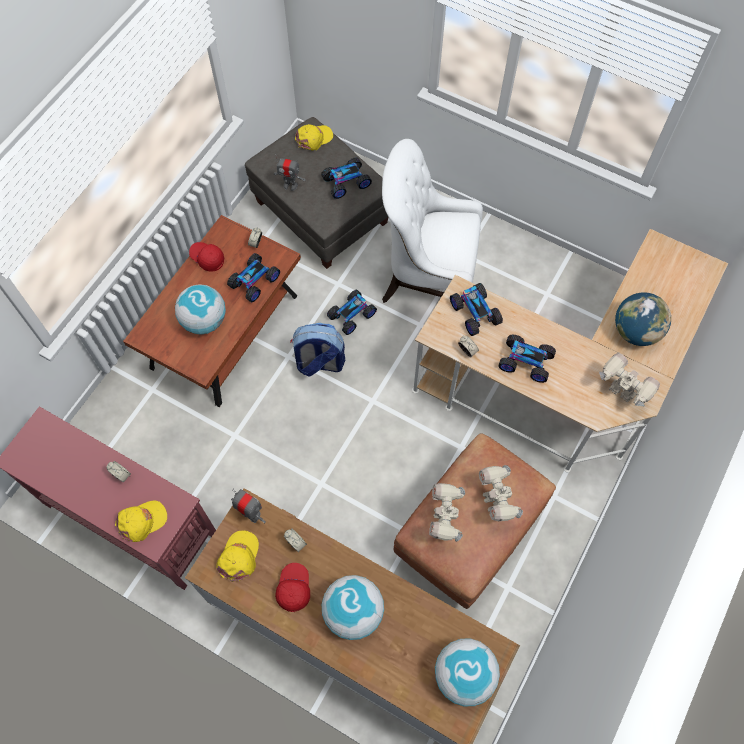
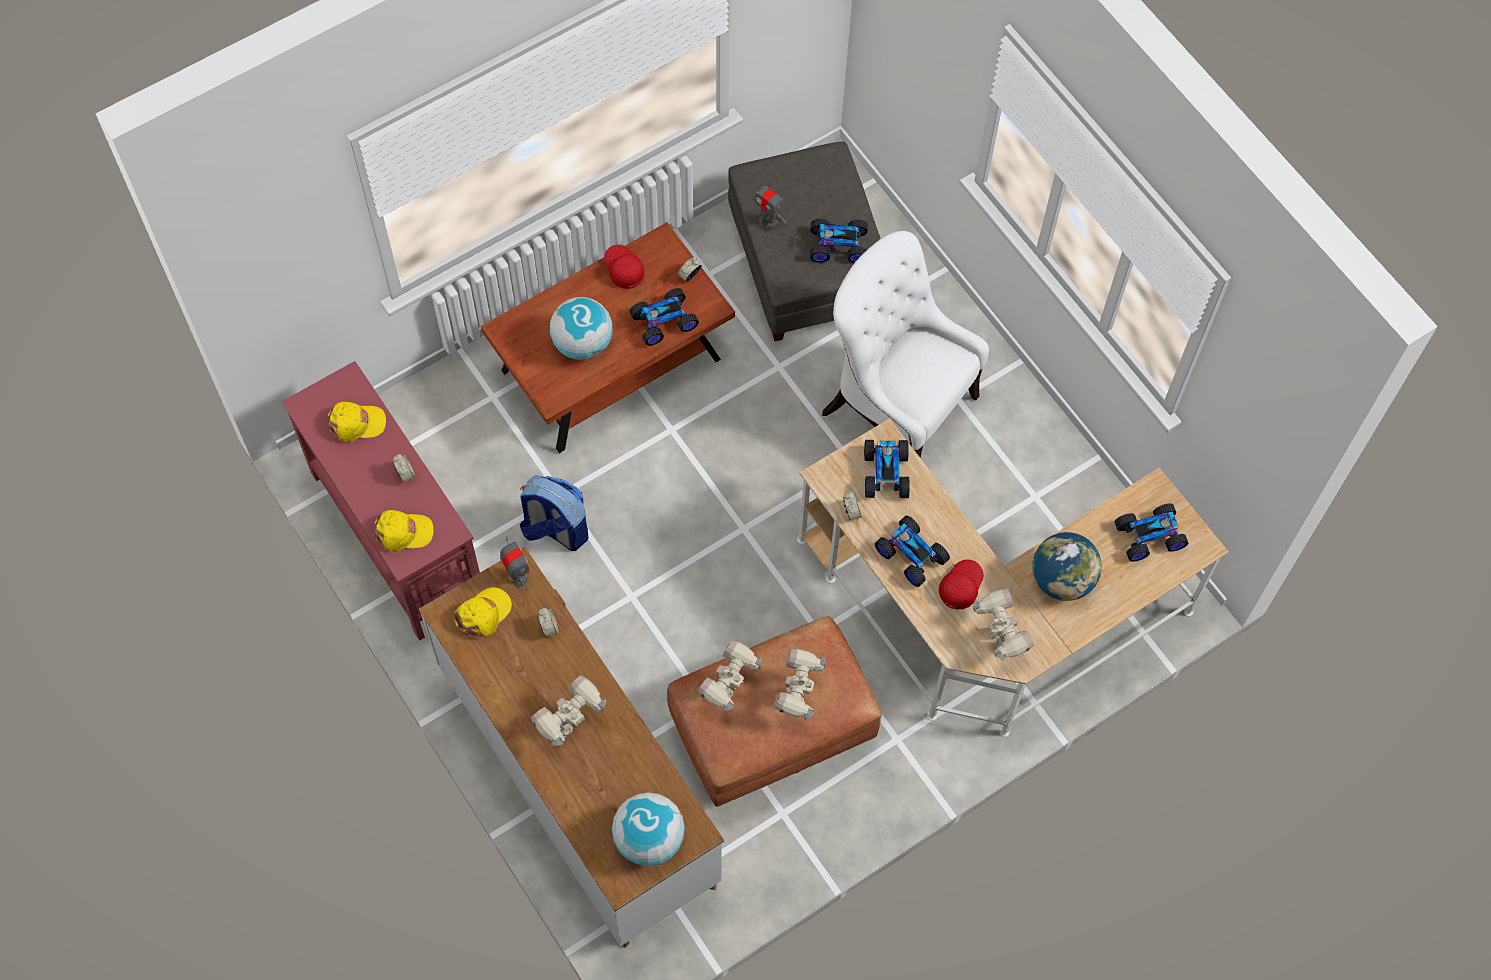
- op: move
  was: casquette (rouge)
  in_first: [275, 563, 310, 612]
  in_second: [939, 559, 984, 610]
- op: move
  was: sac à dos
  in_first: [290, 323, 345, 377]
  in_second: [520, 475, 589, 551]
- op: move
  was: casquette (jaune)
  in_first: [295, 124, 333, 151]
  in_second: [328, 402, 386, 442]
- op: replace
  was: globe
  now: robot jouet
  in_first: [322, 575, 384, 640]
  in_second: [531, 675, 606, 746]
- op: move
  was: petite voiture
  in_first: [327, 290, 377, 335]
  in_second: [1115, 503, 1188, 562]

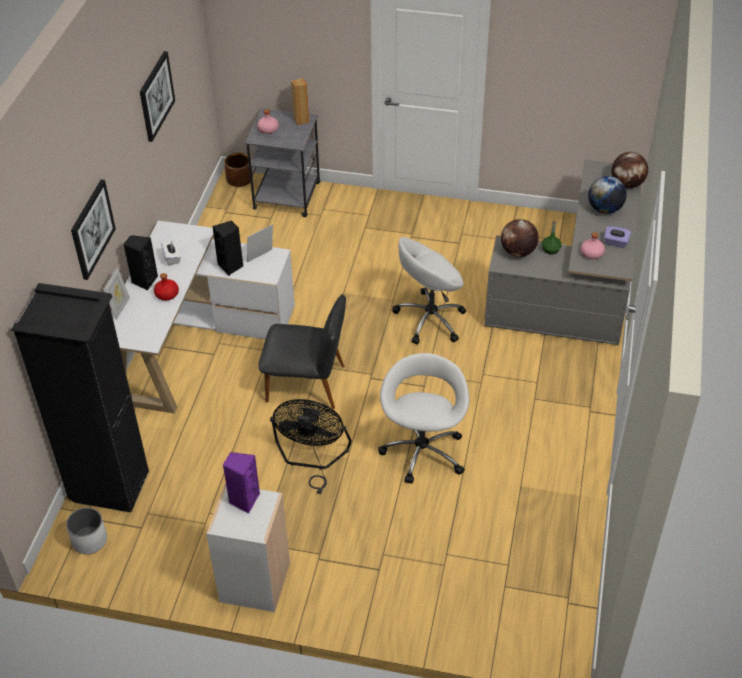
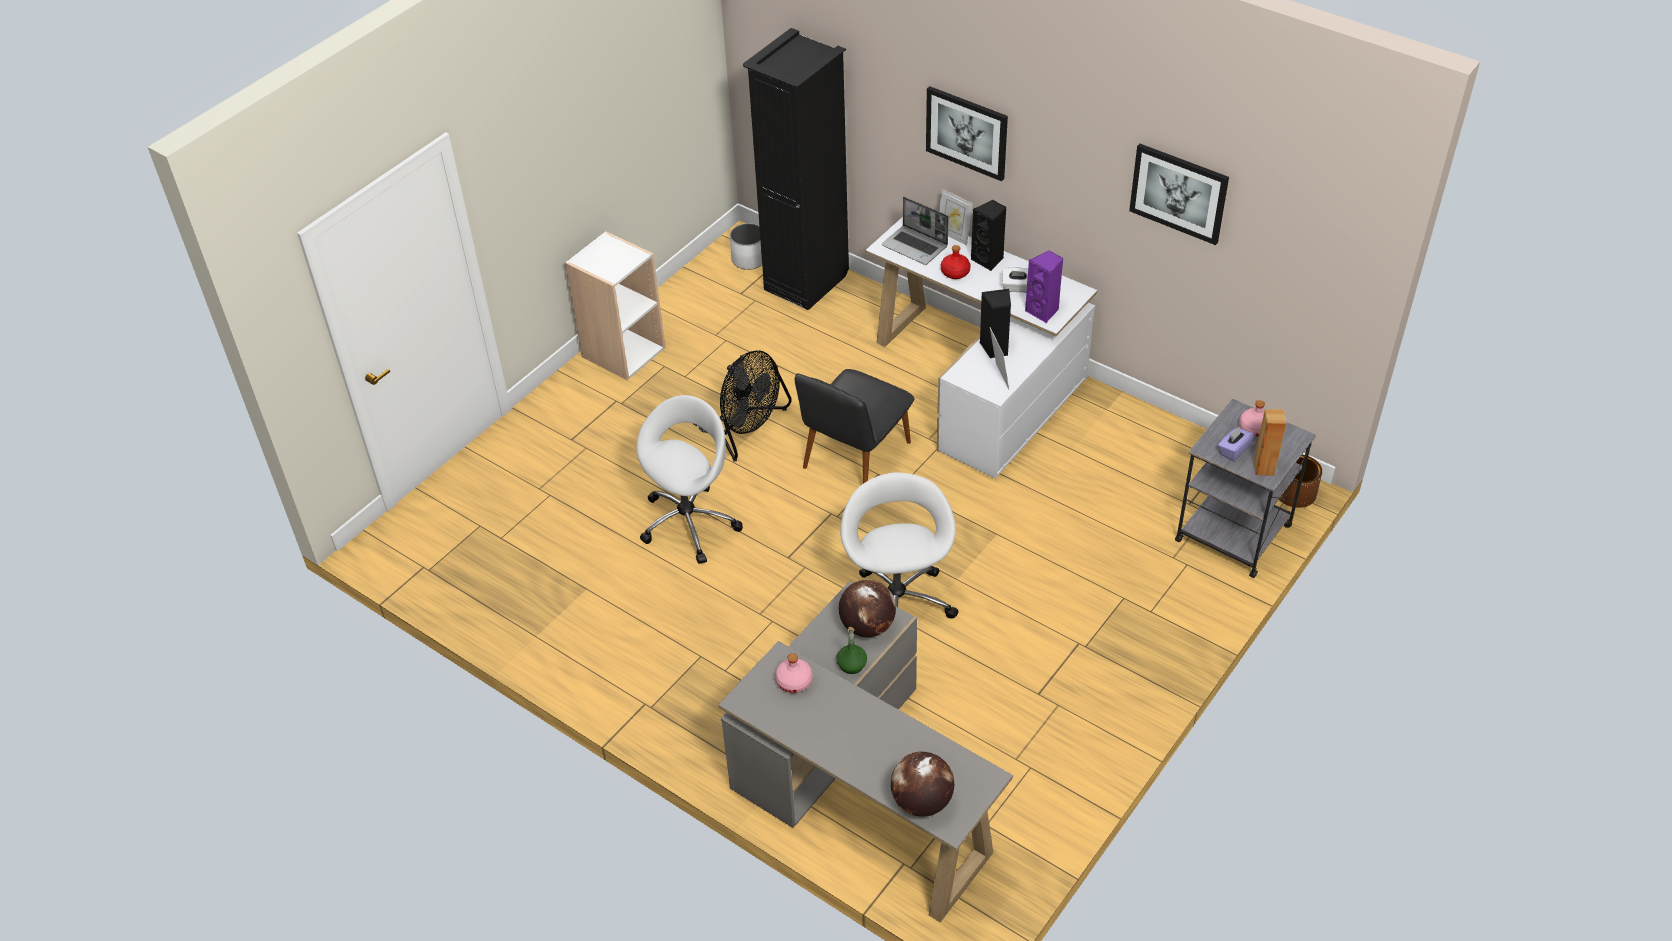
- op: move
  was: enceinte (violet)
  in_first: [223, 452, 260, 514]
  in_second: [1025, 250, 1063, 323]
- op: rotate
  was: chaise de bureau (blanc)
  in_first: [378, 353, 469, 483]
  in_second: [637, 395, 743, 563]
  clockwise: -75
- op: delete
  was: globe
  in_first: [588, 176, 627, 214]
- op: move
  was: boîte à mouchoirs (violet)
  in_first: [604, 226, 631, 248]
  in_second: [1218, 427, 1255, 461]
- op: insert
  now: ordinateur portable
  in_second: [882, 197, 949, 265]

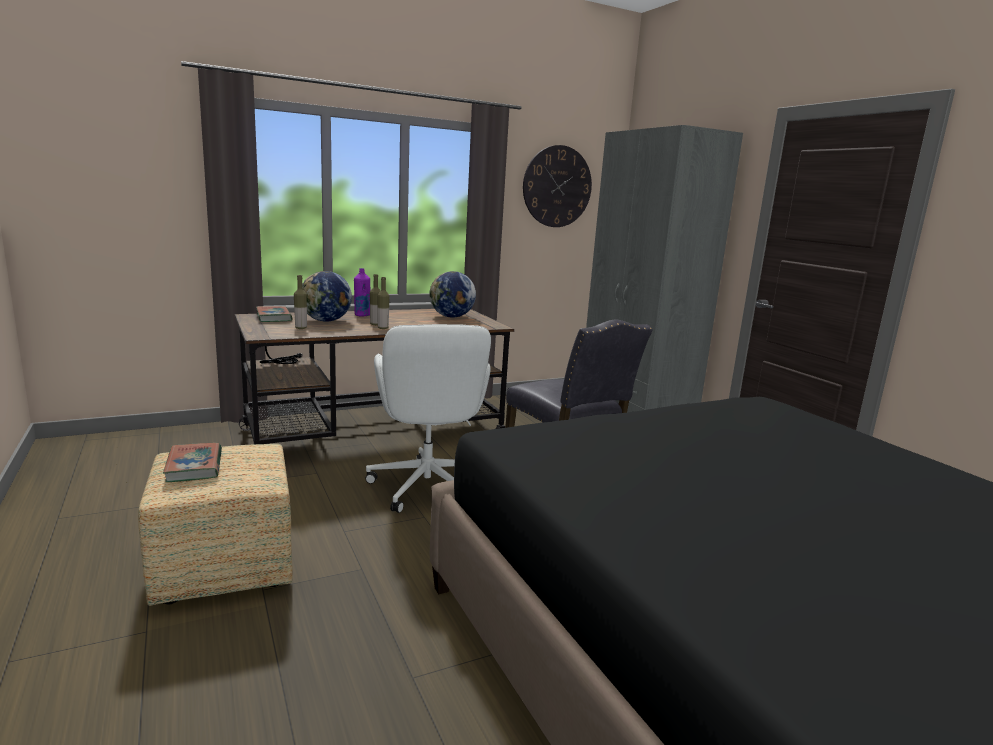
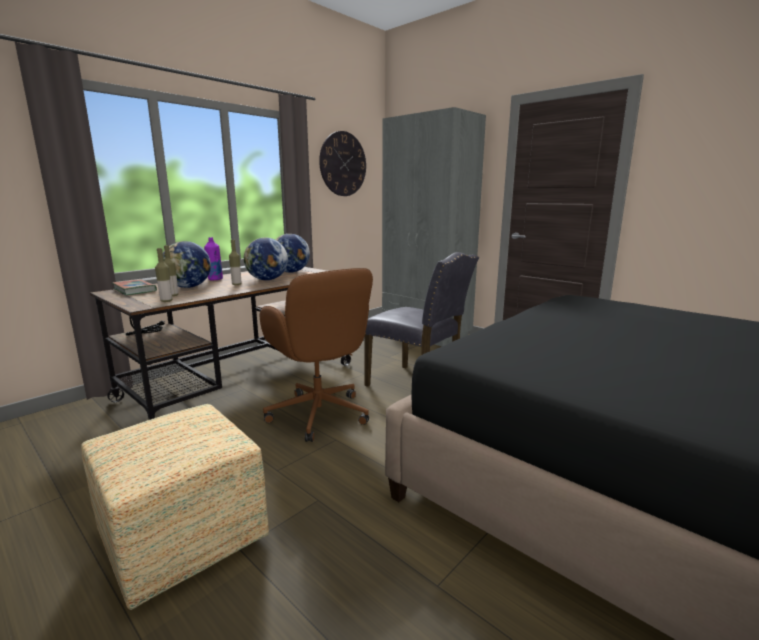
- op: delete
  was: livre
  in_first: [163, 443, 222, 482]
- op: recolor
  was: chaise de bureau (blanc)
  now: chaise de bureau (marron)
  in_first: [365, 324, 491, 513]
  in_second: [260, 268, 373, 442]
- op: move
  was: bouteille
  in_first: [377, 277, 390, 329]
  in_second: [155, 248, 172, 302]
- op: insert
  now: globe
  in_second: [244, 238, 288, 280]

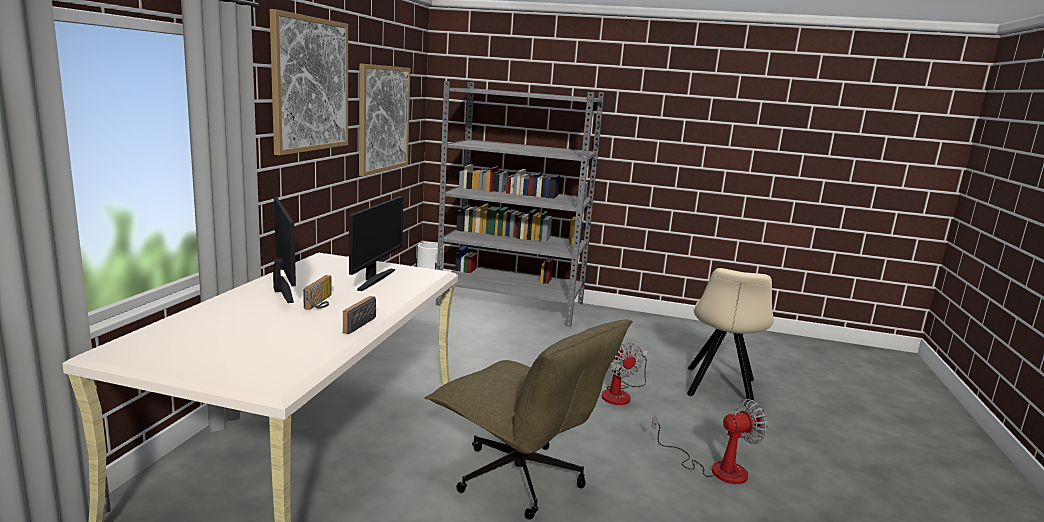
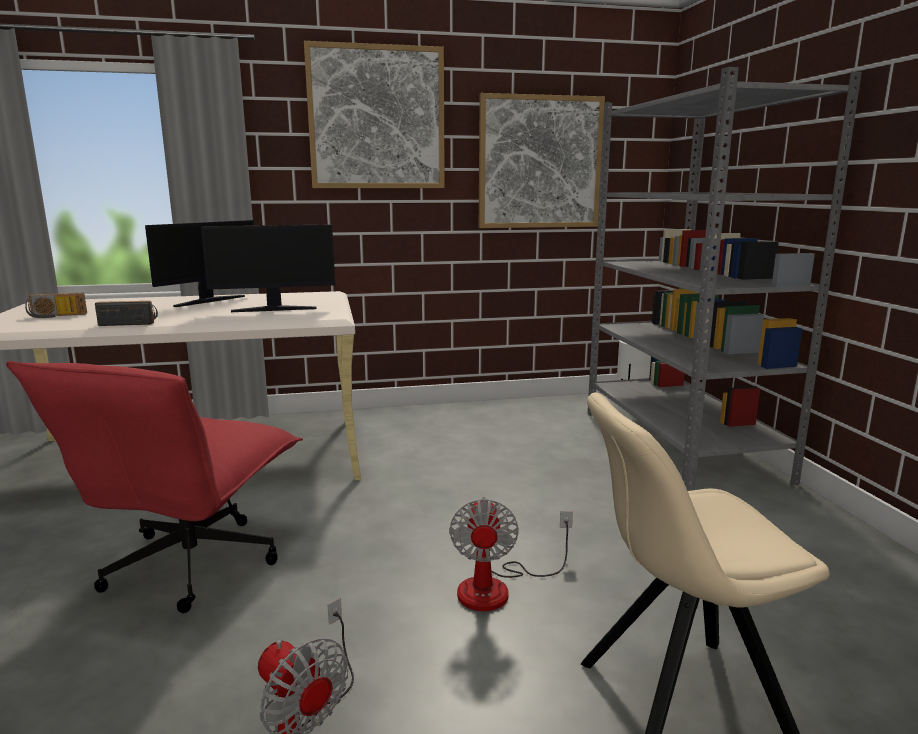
- op: move
  was: radio
  in_first: [303, 275, 332, 310]
  in_second: [25, 293, 87, 318]
- op: recolor
  was: chaise de bureau (beige)
  now: chaise de bureau (rouge)
  in_first: [425, 319, 632, 520]
  in_second: [6, 361, 303, 613]
- op: rotate
  was: ventilateur
  in_first: [602, 342, 648, 405]
  in_second: [449, 497, 573, 611]
  clockwise: -45

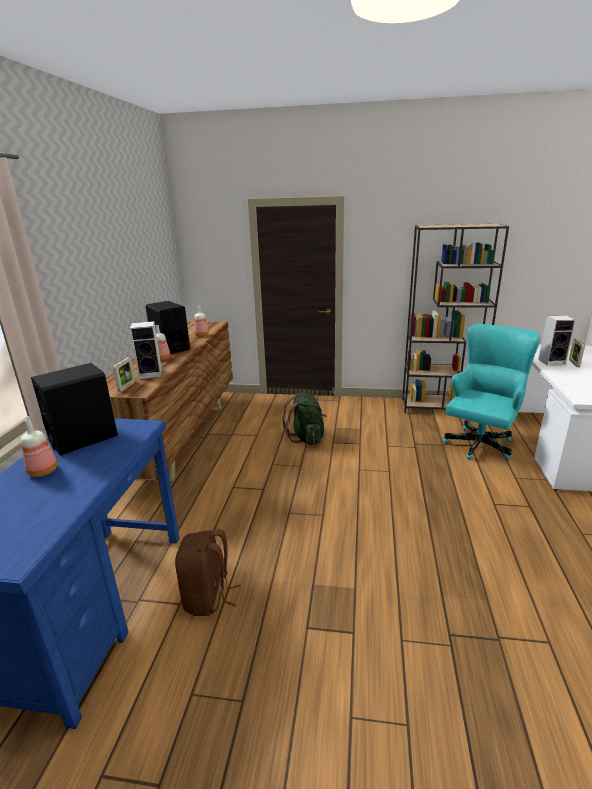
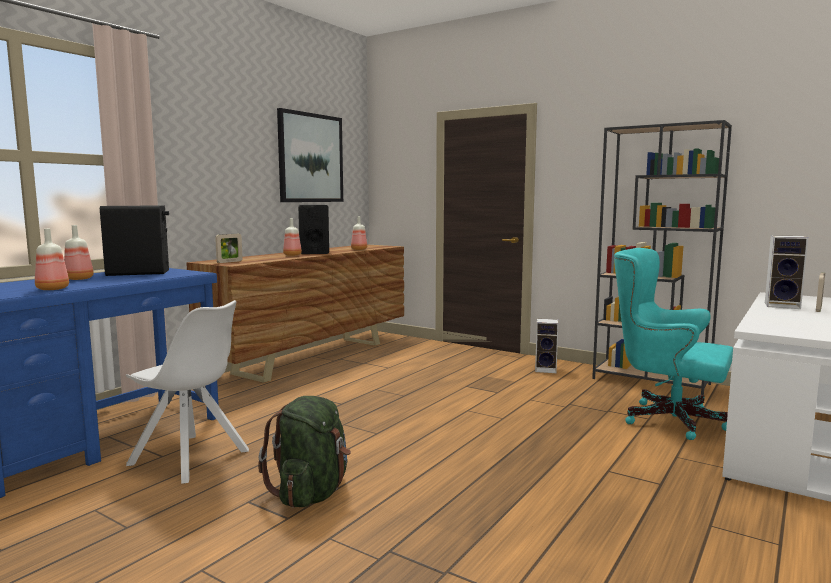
- op: move
  was: enceinte
  in_first: [130, 321, 162, 379]
  in_second: [535, 319, 558, 373]
- op: replace
  was: sac à dos (marron)
  now: chaise (blanc)
  in_first: [175, 529, 240, 616]
  in_second: [126, 300, 249, 484]
- op: move
  was: sac à dos (vert)
  in_first: [282, 393, 327, 445]
  in_second: [258, 396, 351, 507]
- op: rotate
  was: chaise de bureau (turquoise)
  in_first: [444, 324, 540, 460]
  in_second: [614, 248, 733, 440]
  clockwise: -120
- op: insert
  now: bouteille
  in_second: [35, 229, 69, 290]
- op: insert
  now: tableau
  in_second: [277, 108, 343, 202]

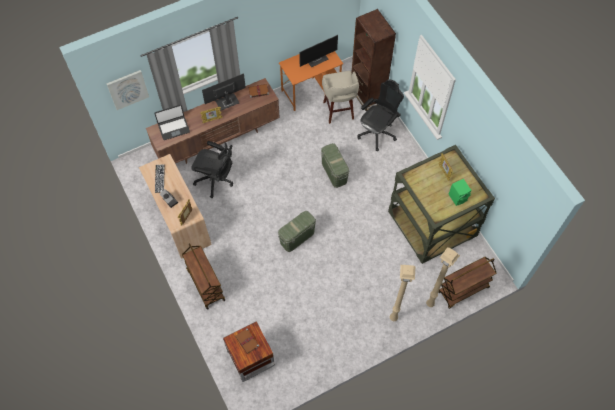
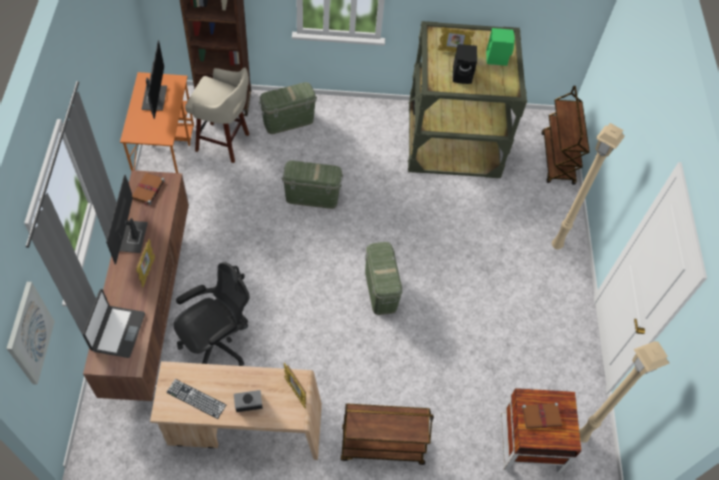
- op: replace
  was: chaise de bureau
  now: boîte de rangement (vert)
  in_first: [357, 79, 404, 151]
  in_second: [259, 82, 317, 134]
- op: move
  was: lampadaire (beige)
  in_first: [426, 247, 460, 307]
  in_second: [579, 341, 670, 443]
- op: insert
  now: enceinte (noir)
  in_second: [453, 44, 477, 84]

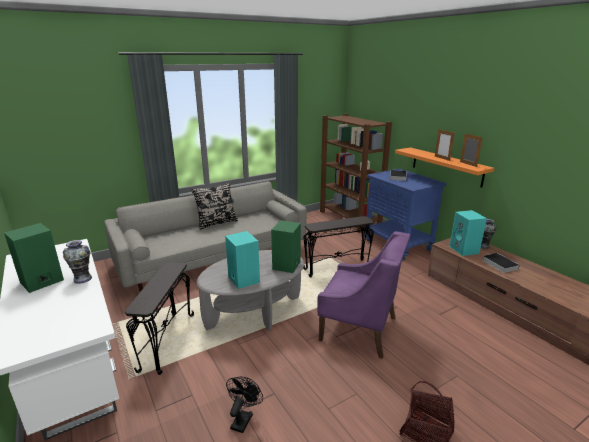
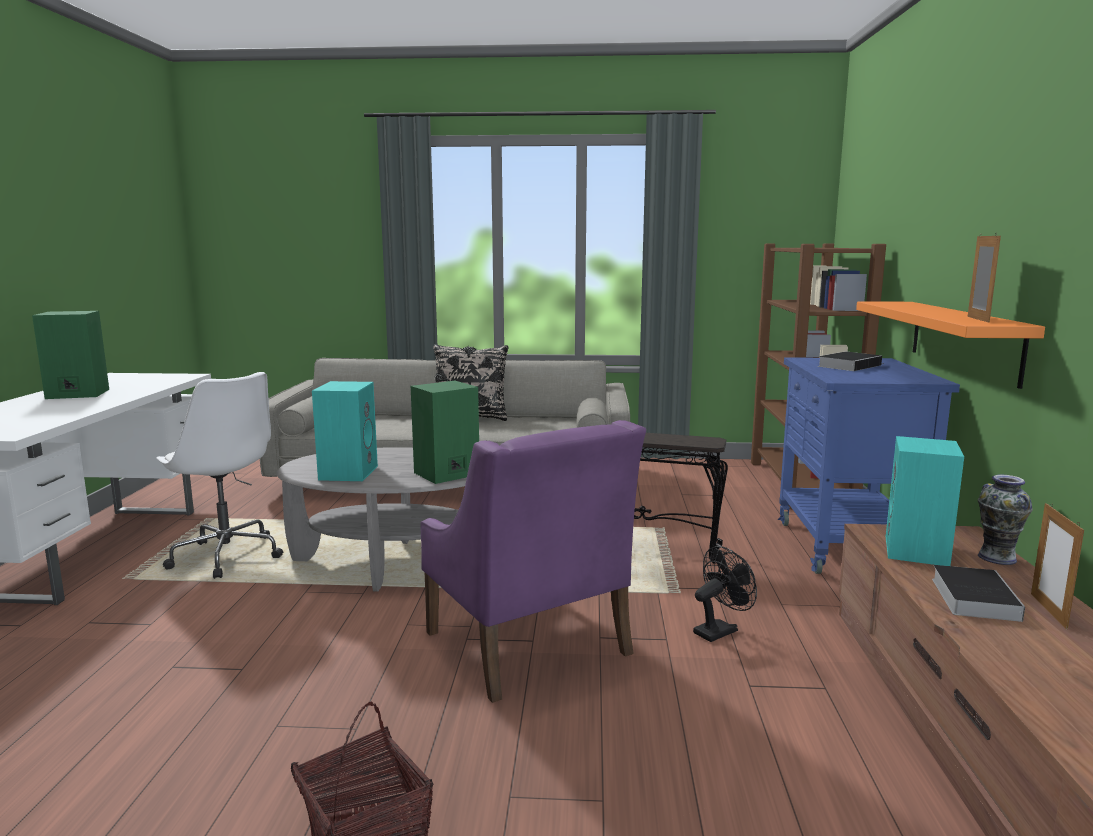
- op: delete
  was: vase
  in_first: [63, 240, 92, 284]
- op: replace
  was: table d'appoint (noir)
  now: chaise de bureau (blanc)
  in_first: [125, 262, 194, 375]
  in_second: [156, 372, 283, 579]
- op: move
  was: ventilateur (noir)
  in_first: [226, 377, 263, 433]
  in_second: [693, 546, 757, 642]
- op: move
  was: cadre photo
  in_first: [435, 129, 455, 161]
  in_second: [1031, 503, 1084, 629]

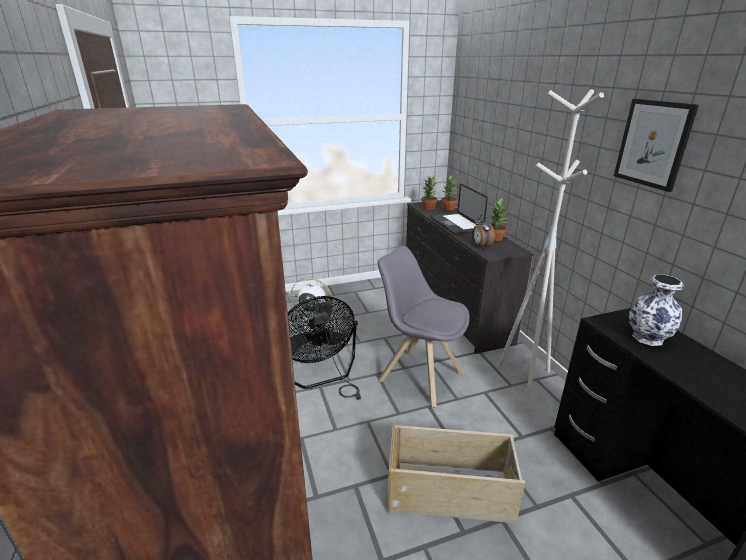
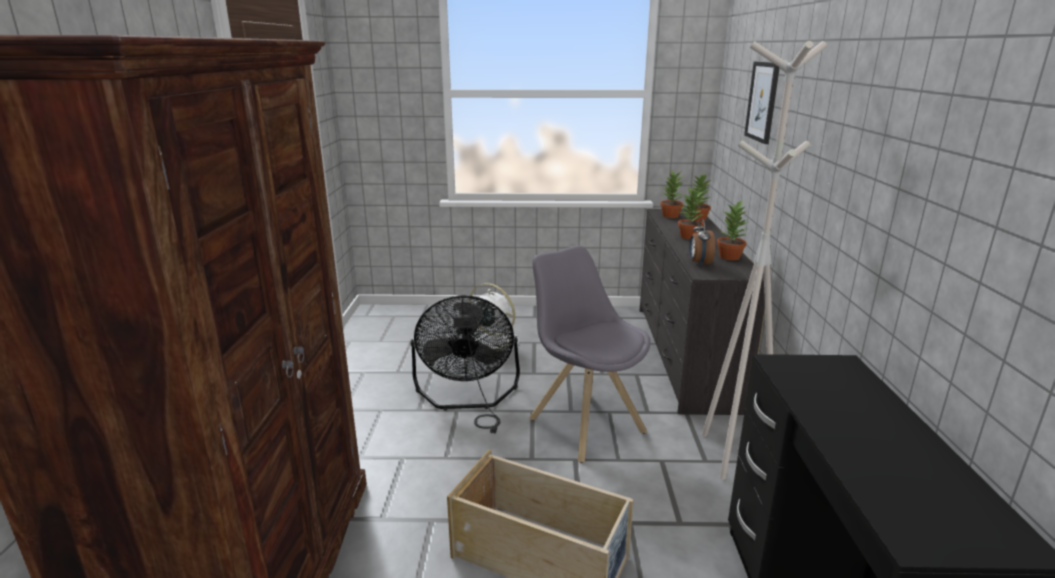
- op: replace
  was: ordinateur portable
  now: plante en pot
  in_first: [431, 183, 488, 235]
  in_second: [678, 187, 704, 240]
- op: move
  was: tableau
  in_first: [614, 99, 699, 192]
  in_second: [744, 62, 779, 144]
- op: delete
  was: vase
  in_first: [629, 274, 684, 346]

